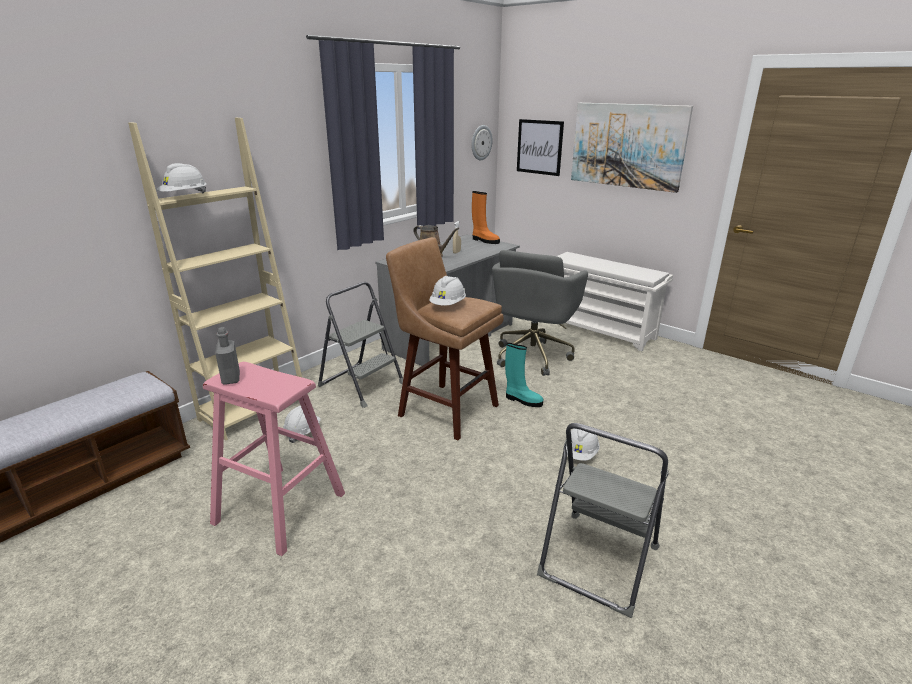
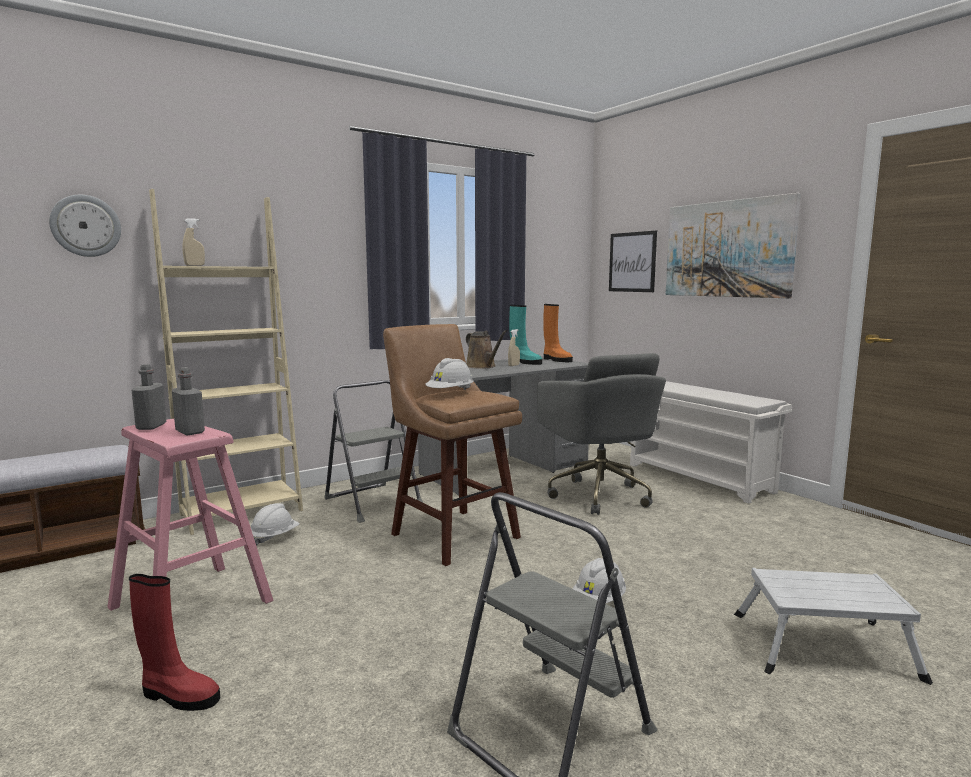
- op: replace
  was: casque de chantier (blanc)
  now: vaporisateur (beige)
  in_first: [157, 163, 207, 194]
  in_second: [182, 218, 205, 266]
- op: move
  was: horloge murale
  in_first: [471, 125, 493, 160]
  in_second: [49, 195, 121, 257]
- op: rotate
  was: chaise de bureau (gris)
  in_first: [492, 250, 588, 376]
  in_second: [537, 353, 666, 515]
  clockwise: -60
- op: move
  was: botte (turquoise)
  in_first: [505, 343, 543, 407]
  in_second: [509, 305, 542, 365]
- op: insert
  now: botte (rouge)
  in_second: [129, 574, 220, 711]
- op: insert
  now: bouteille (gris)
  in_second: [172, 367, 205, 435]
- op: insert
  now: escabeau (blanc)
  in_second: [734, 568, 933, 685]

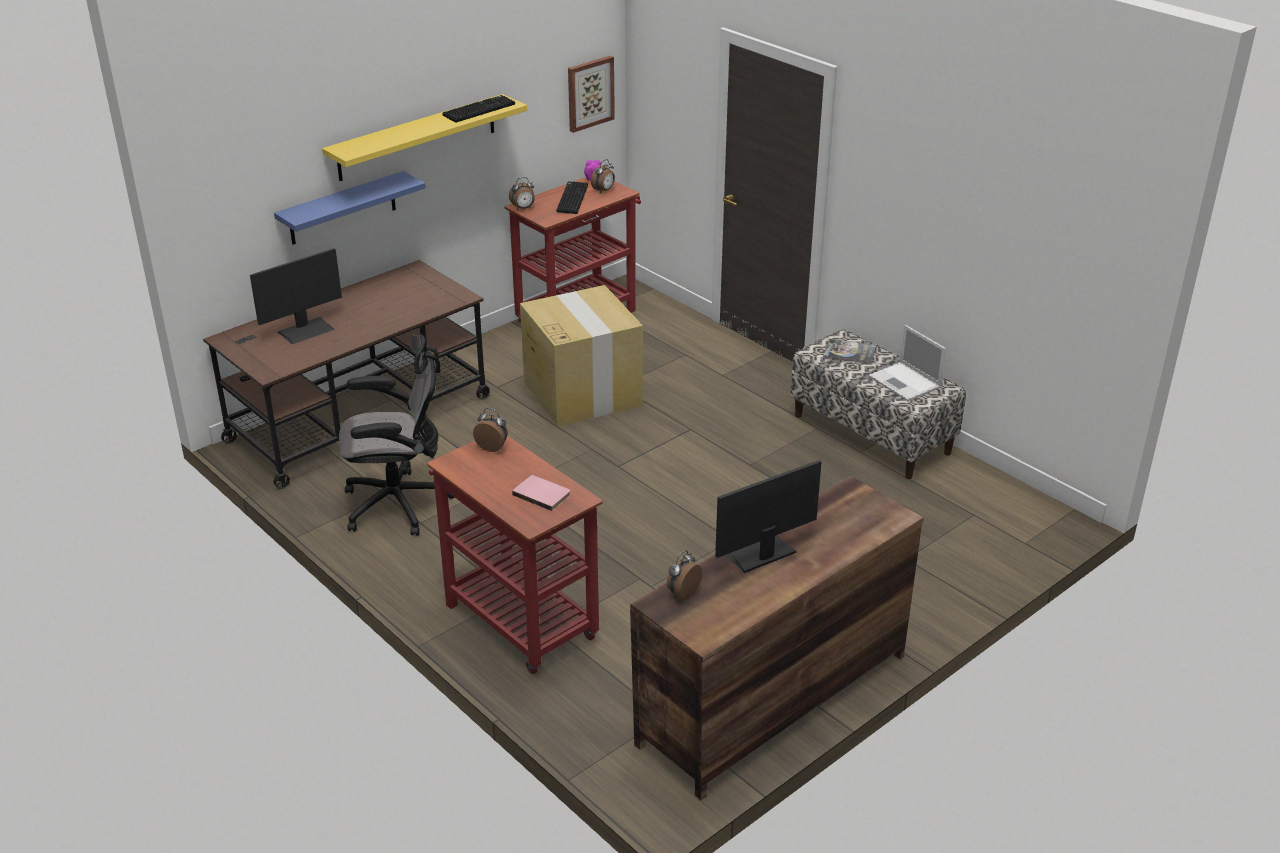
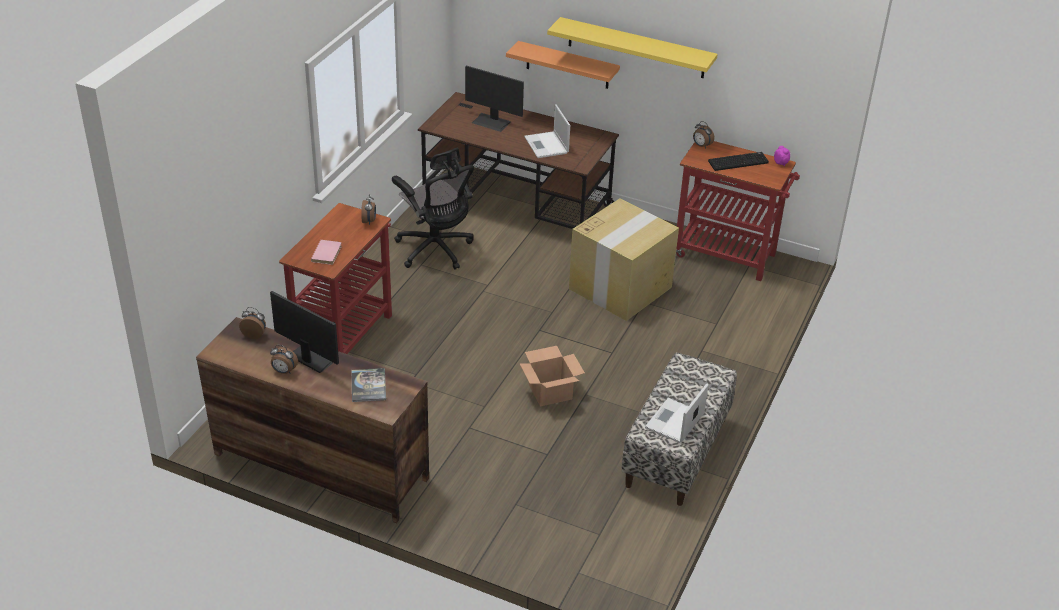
- op: recolor
  was: étagère (bleu)
  now: étagère (orange)
  in_first: [274, 171, 426, 245]
  in_second: [506, 41, 620, 89]
- op: delete
  was: clavier
  in_first: [443, 95, 515, 123]
- op: delete
  was: tableau
  in_first: [568, 56, 615, 133]
- op: move
  was: réveil
  in_first: [591, 159, 615, 193]
  in_second: [270, 345, 298, 374]
- op: move
  was: livre
  in_first: [823, 339, 877, 364]
  in_second: [352, 368, 386, 402]
- op: insert
  now: carton
  in_second: [520, 346, 585, 406]
- op: insert
  now: ordinateur portable
  in_second: [524, 104, 570, 158]

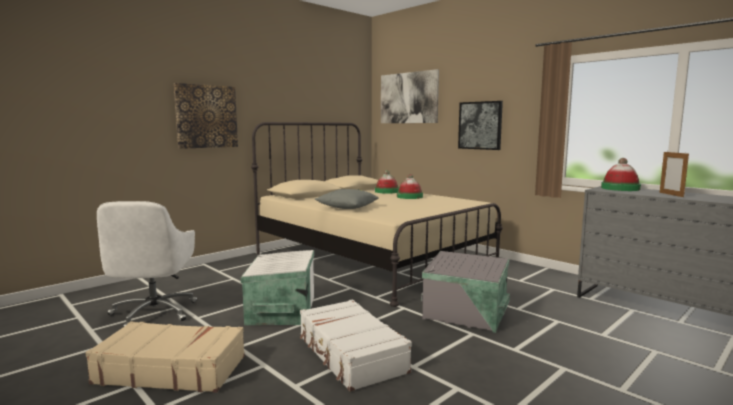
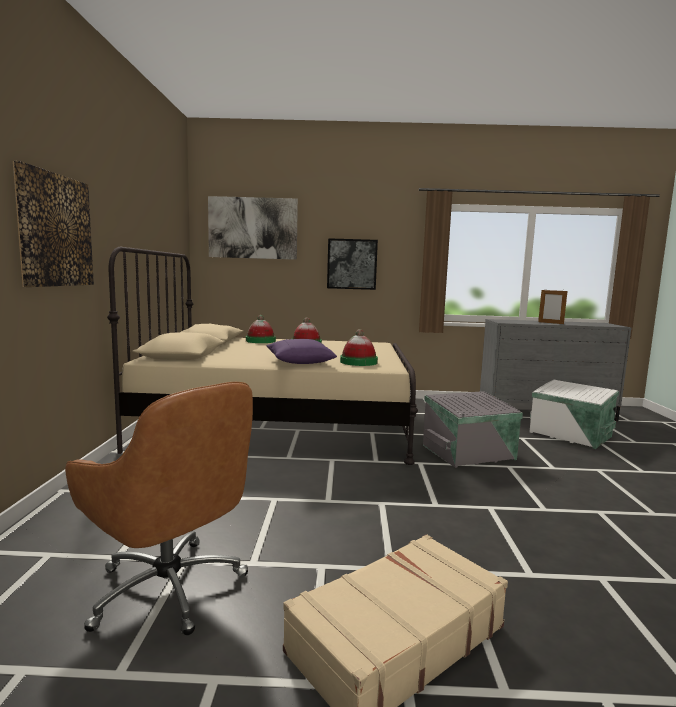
- op: recolor
  was: chaise de bureau (blanc)
  now: chaise de bureau (marron)
  in_first: [97, 201, 197, 327]
  in_second: [65, 382, 253, 635]
- op: move
  was: boîte de rangement (blanc)
  in_first: [241, 250, 314, 325]
  in_second: [529, 380, 619, 449]
- op: delete
  was: valise (blanc)
  in_first: [300, 299, 412, 392]
- op: recolor
  was: coussin (gris)
  now: coussin (violet)
  in_first: [315, 189, 379, 209]
  in_second: [266, 339, 337, 364]
- op: move
  was: chapeau
  in_first: [601, 158, 641, 191]
  in_second: [340, 329, 378, 366]

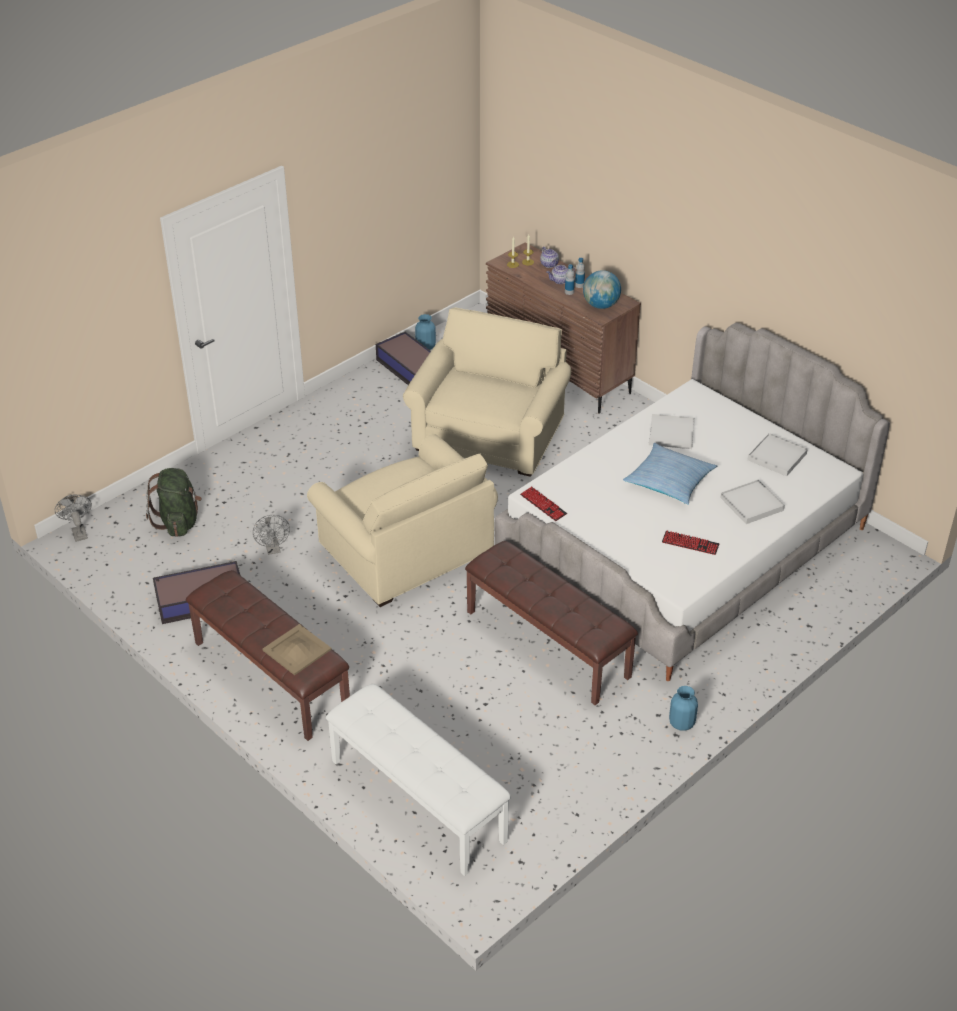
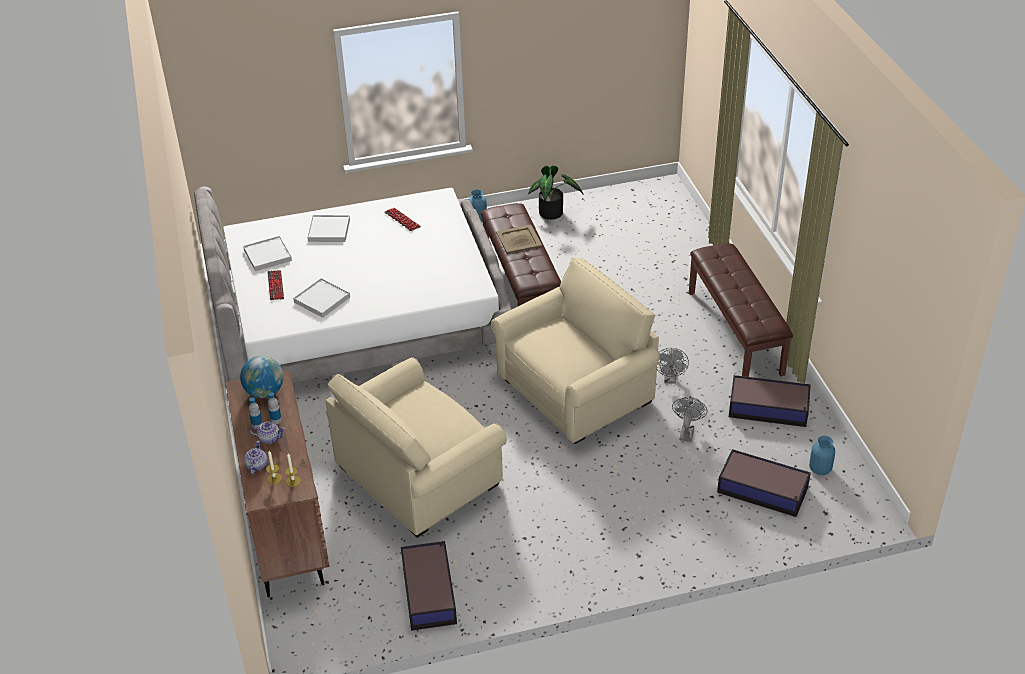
- op: move
  was: ventilateur (gris)
  in_first: [55, 494, 92, 542]
  in_second: [657, 348, 689, 384]
- op: replace
  was: sac à dos (vert)
  now: boîte de rangement
  in_first: [146, 468, 202, 537]
  in_second: [717, 449, 811, 517]
- op: move
  was: plateau (beige)
  in_first: [262, 624, 332, 675]
  in_second: [496, 224, 542, 254]
- op: rotate
  was: fauteuil (beige)
  in_first: [307, 434, 498, 607]
  in_second: [491, 258, 660, 444]
  clockwise: 60
- op: delete
  was: banc (blanc)
  in_first: [326, 684, 511, 876]
- op: move
  was: vase (bleu)
  in_first: [415, 314, 436, 350]
  in_second: [809, 435, 835, 475]
- op: move
  was: clavier
  in_first: [520, 486, 567, 521]
  in_second: [267, 270, 284, 300]
- op: delete
  was: coussin
  in_first: [623, 443, 717, 505]
- op: insert
  now: plante en pot
  in_second: [528, 165, 584, 220]

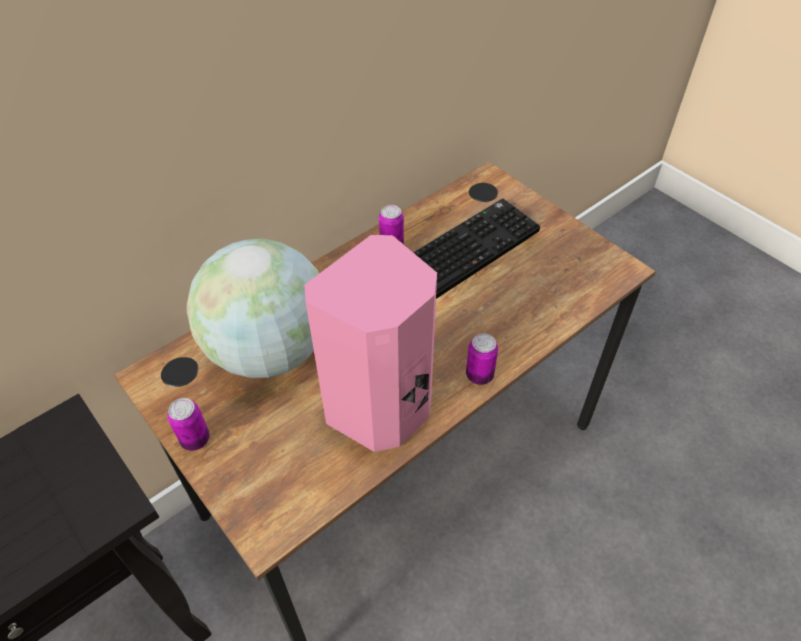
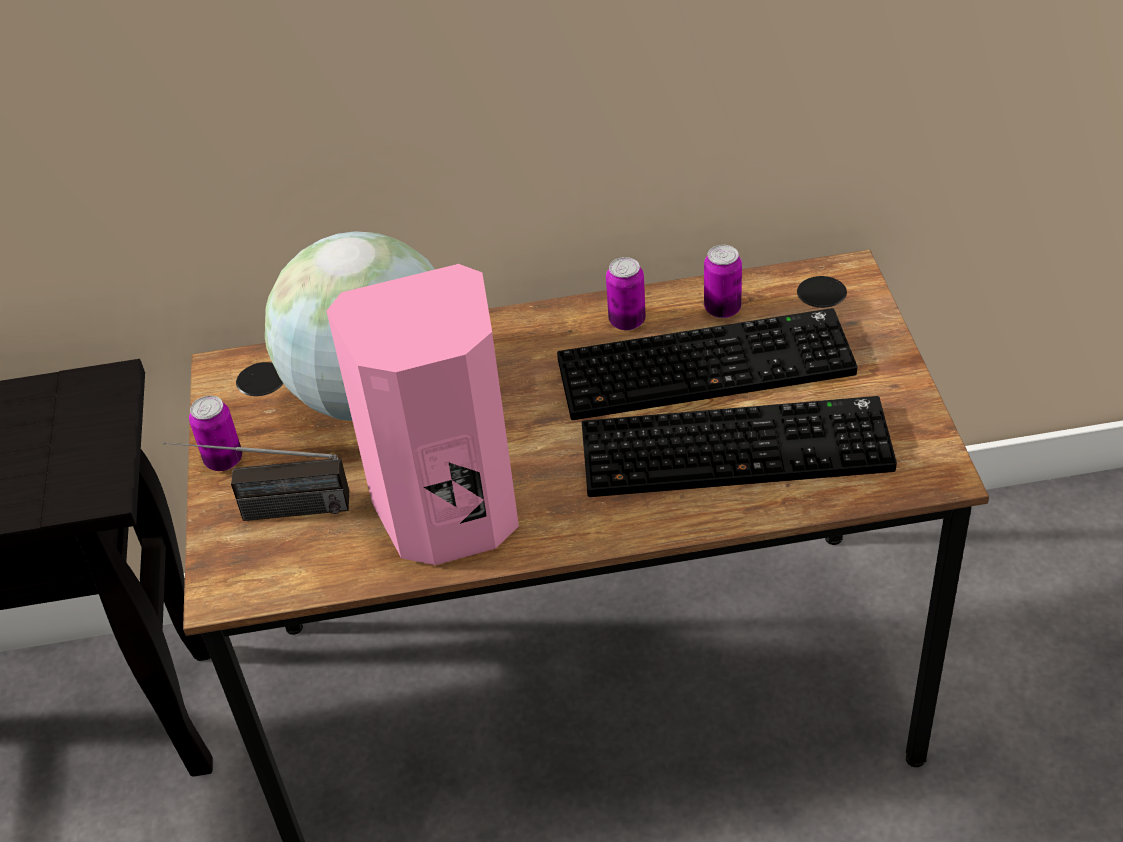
- op: move
  was: boîte métallique
  in_first: [466, 333, 498, 385]
  in_second: [704, 245, 742, 318]
- op: insert
  now: radio
  in_second: [164, 442, 349, 521]
- op: insert
  now: clavier
  in_second: [582, 396, 897, 497]

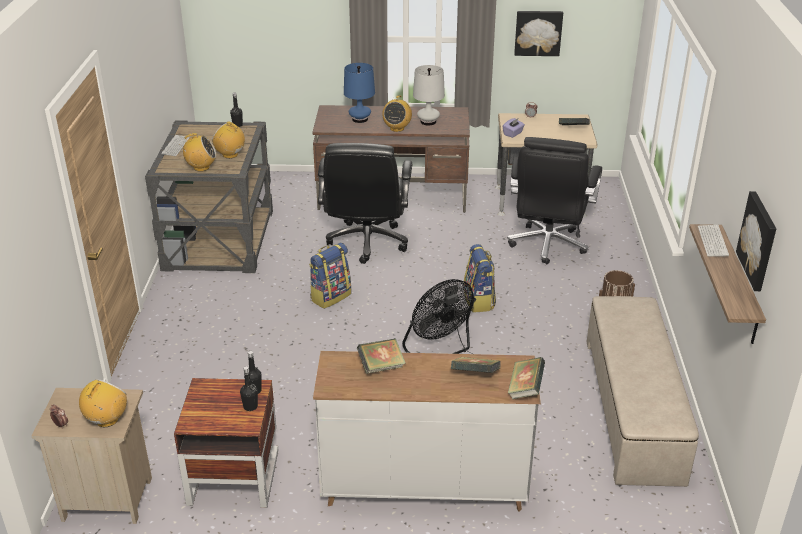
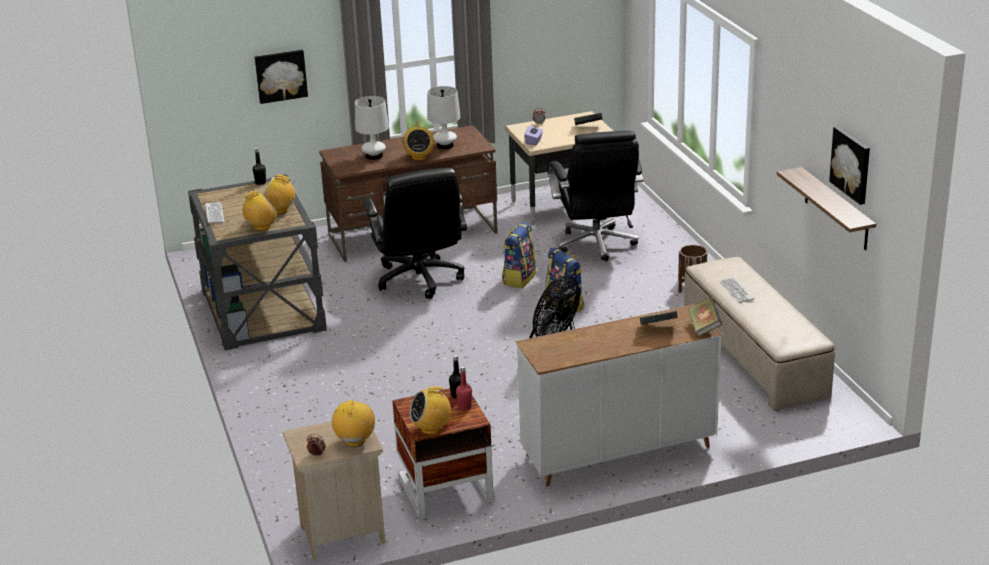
- op: recolor
  was: bouteille (noir)
  now: bouteille (rouge)
  in_first: [240, 366, 258, 411]
  in_second: [456, 366, 472, 410]
- op: move
  was: sac à dos
  in_first: [309, 243, 351, 309]
  in_second: [502, 222, 536, 288]
- op: recolor
  was: lampe de table (bleu)
  now: lampe de table (blanc)
  in_first: [344, 63, 375, 123]
  in_second: [355, 96, 389, 160]
- op: delete
  was: livre
  in_first: [357, 338, 406, 374]
- op: move
  was: tableau
  in_first: [514, 11, 563, 56]
  in_second: [255, 50, 308, 104]
- op: move
  was: clavier
  in_first: [698, 225, 729, 257]
  in_second: [719, 277, 754, 303]
- op: insert
  now: radio
  in_second: [410, 385, 451, 435]

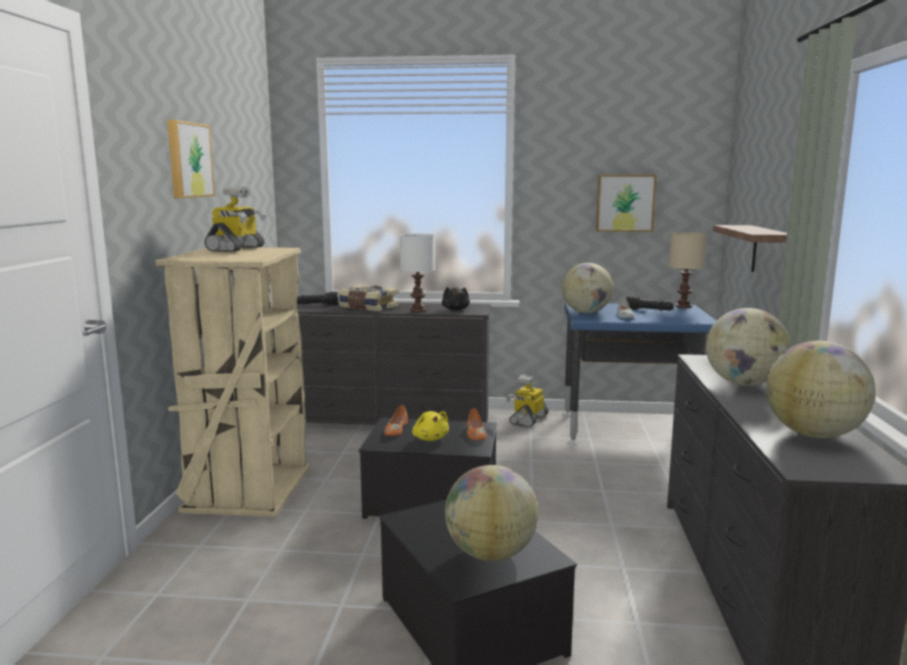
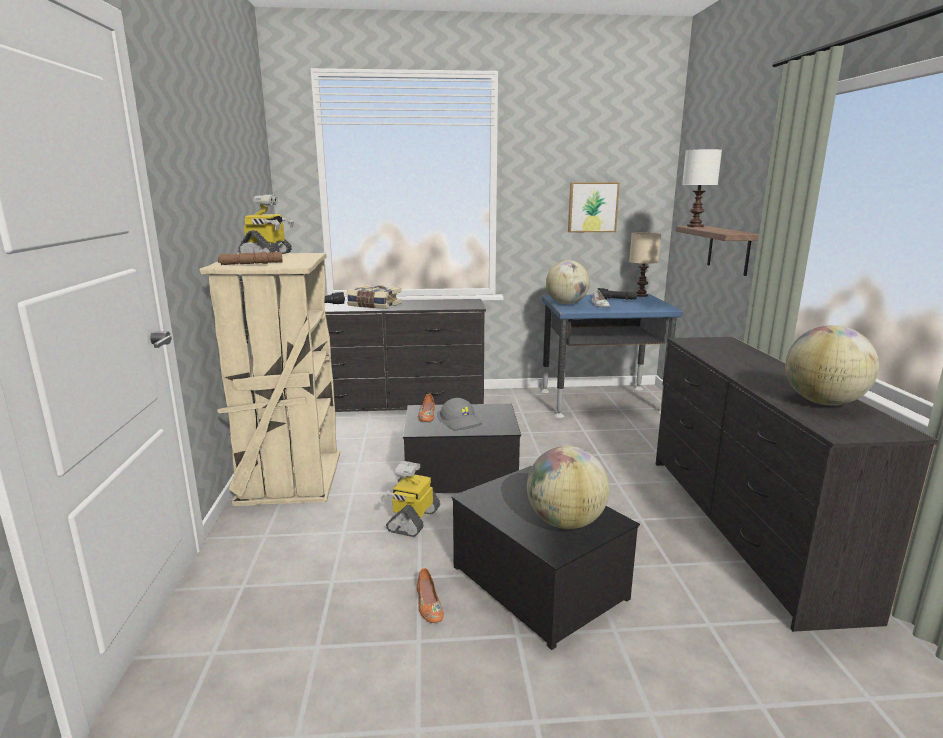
- op: delete
  was: tableau
  in_first: [167, 120, 215, 198]
- op: move
  was: lampe de table (blanc)
  in_first: [400, 234, 435, 313]
  in_second: [682, 149, 722, 227]
- op: replace
  was: peluche (jaune)
  now: casquette (gris)
  in_first: [412, 411, 449, 441]
  in_second: [440, 398, 483, 430]
- op: delete
  was: peluche (noir)
  in_first: [442, 287, 470, 310]
- op: move
  was: chaussure (orange)
  in_first: [467, 408, 486, 440]
  in_second: [417, 568, 444, 623]
- op: move
  was: robot jouet
  in_first: [506, 375, 549, 427]
  in_second: [380, 461, 440, 537]
- op: delete
  was: globe
  in_first: [706, 308, 790, 386]
- op: insert
  now: lampe de poche (marron)
  in_second: [218, 252, 283, 265]

